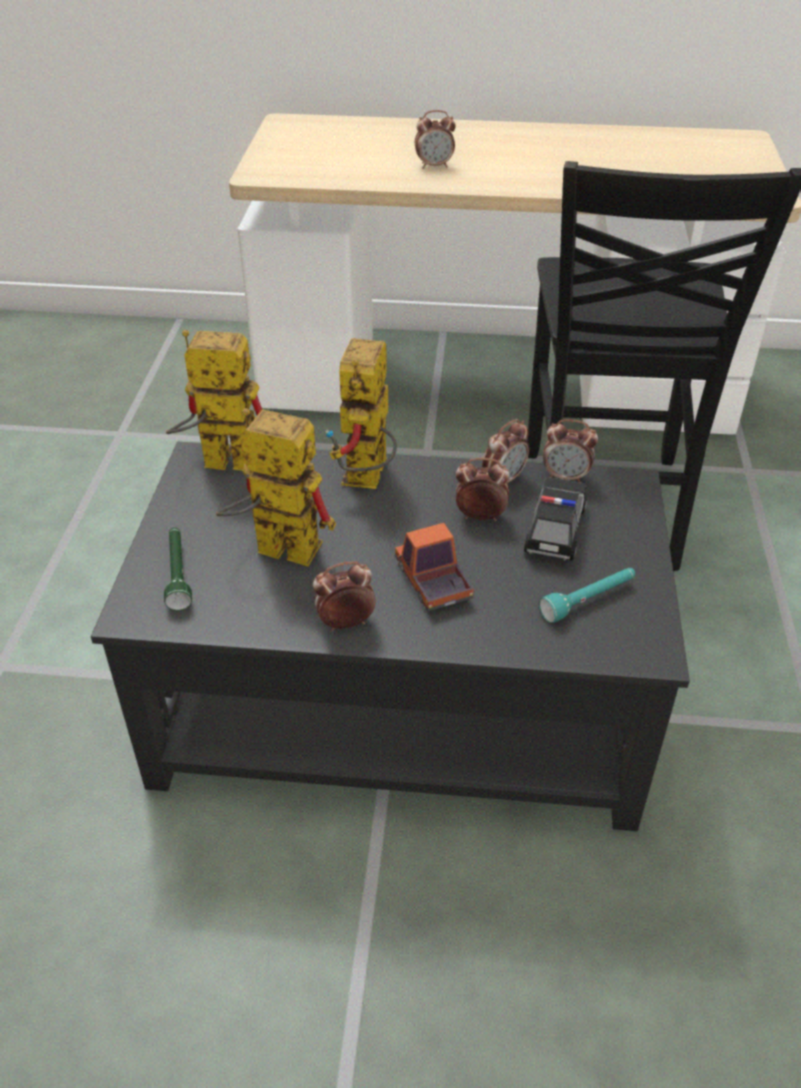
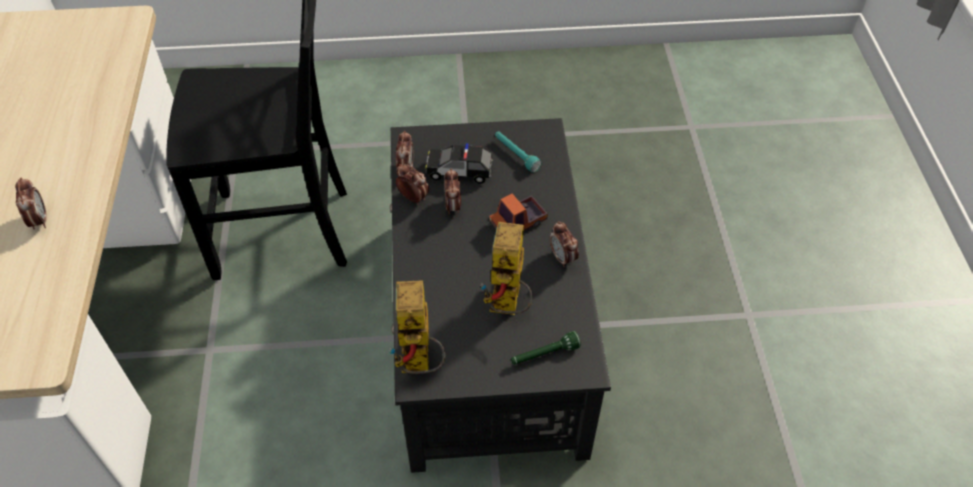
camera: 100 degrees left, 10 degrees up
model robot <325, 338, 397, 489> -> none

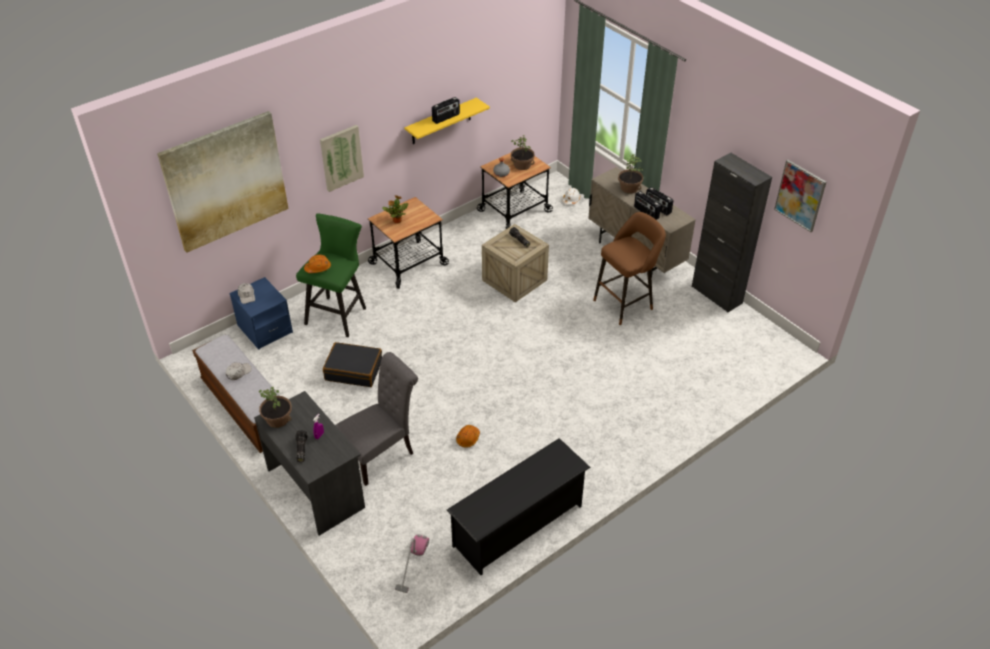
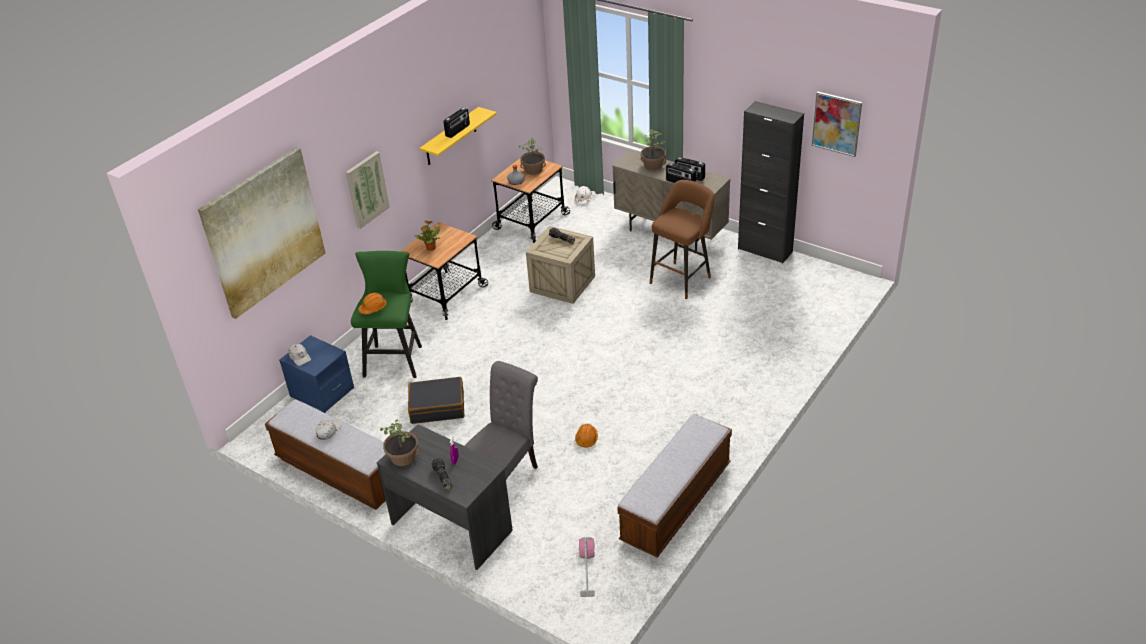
camera: 15 degrees left, 5 degrees down
shoe rack (blackish) <447, 438, 591, 575> -> indoor bench <617, 414, 732, 558>

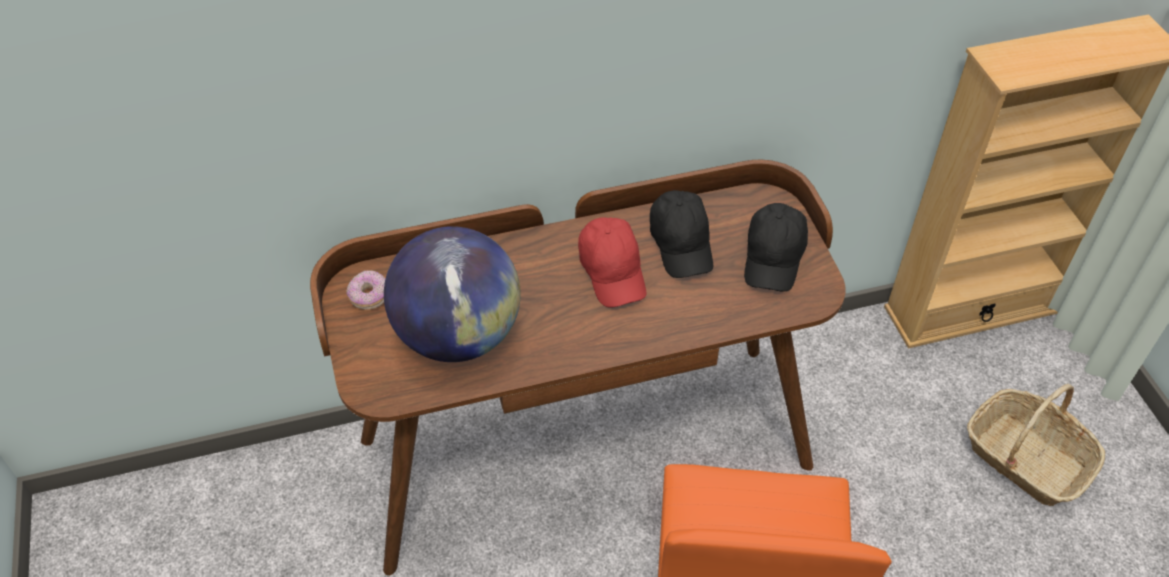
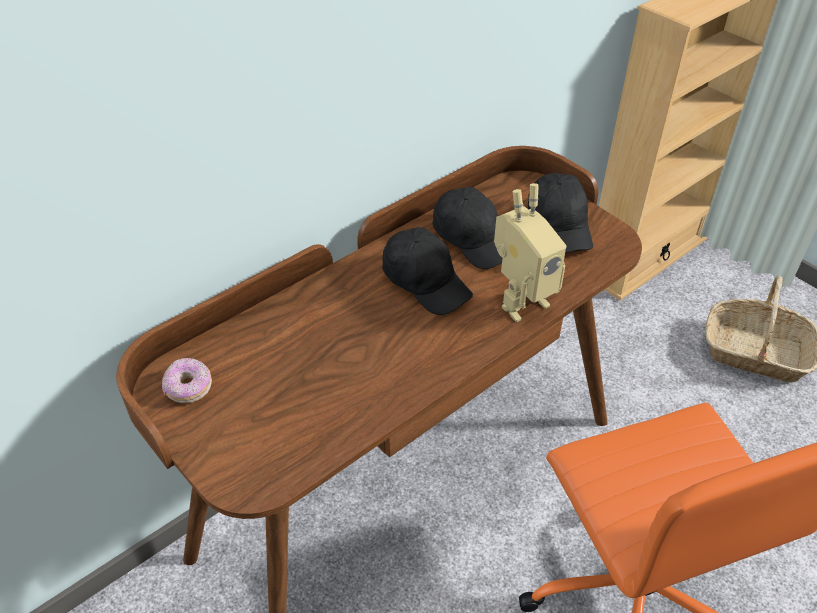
camera: 25 degrees left, 5 degrees down
world globe <384, 226, 521, 362> -> none
baseball cap (reddish) <578, 217, 646, 308> -> baseball cap (blackish) <382, 227, 473, 315>
none -> model robot <494, 183, 566, 322>

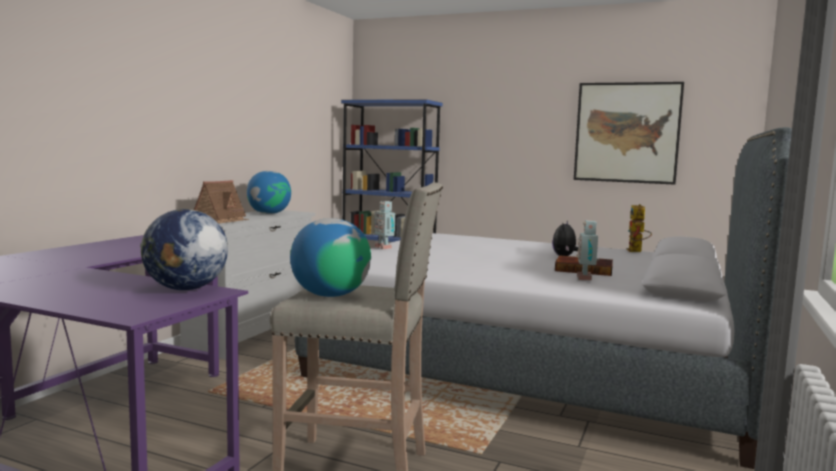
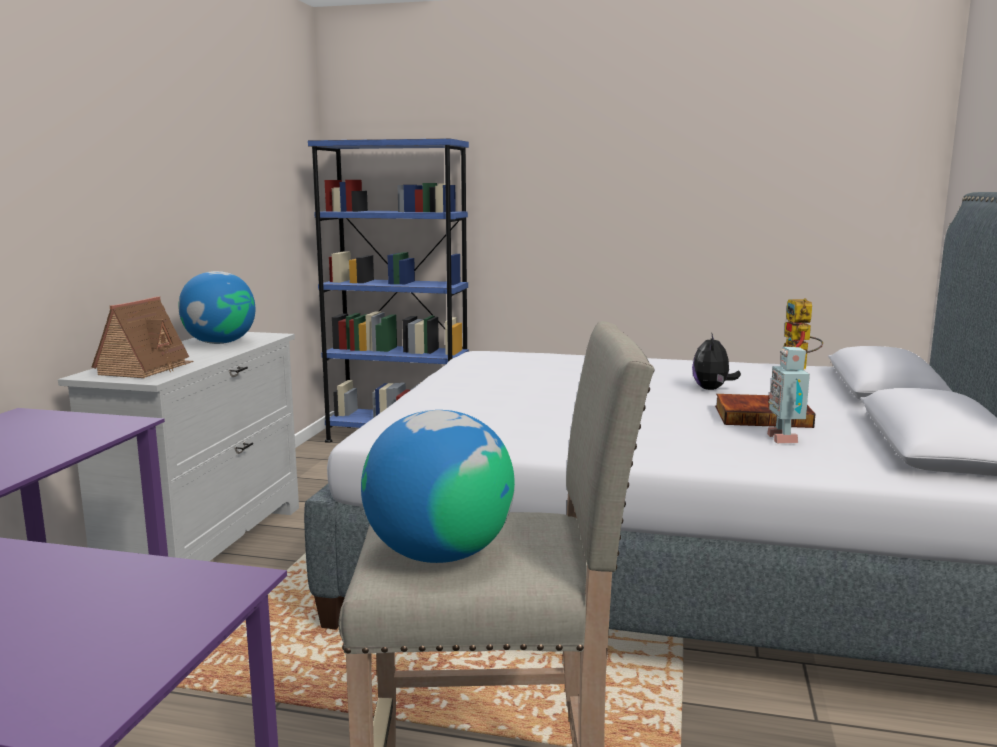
camera: 10 degrees left, 5 degrees up
world globe <140, 209, 228, 290> -> none
model robot <375, 201, 395, 249> -> none
wall picture <574, 82, 684, 185> -> none

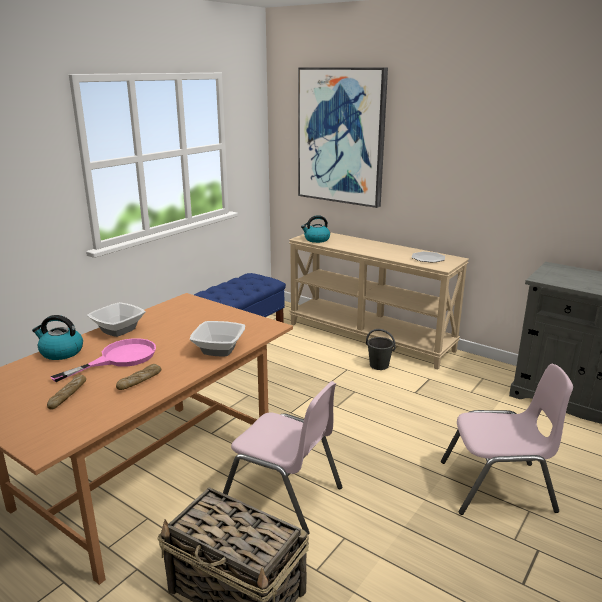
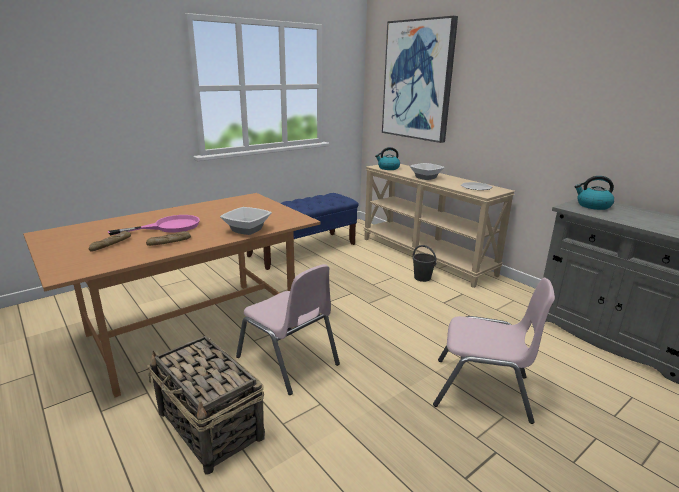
camera: 15 degrees right, 0 degrees up
tea kettle <32, 315, 83, 360> -> tea kettle <575, 176, 614, 210>, shifted
deep dish <87, 302, 146, 337> -> deep dish <410, 163, 445, 180>, shifted

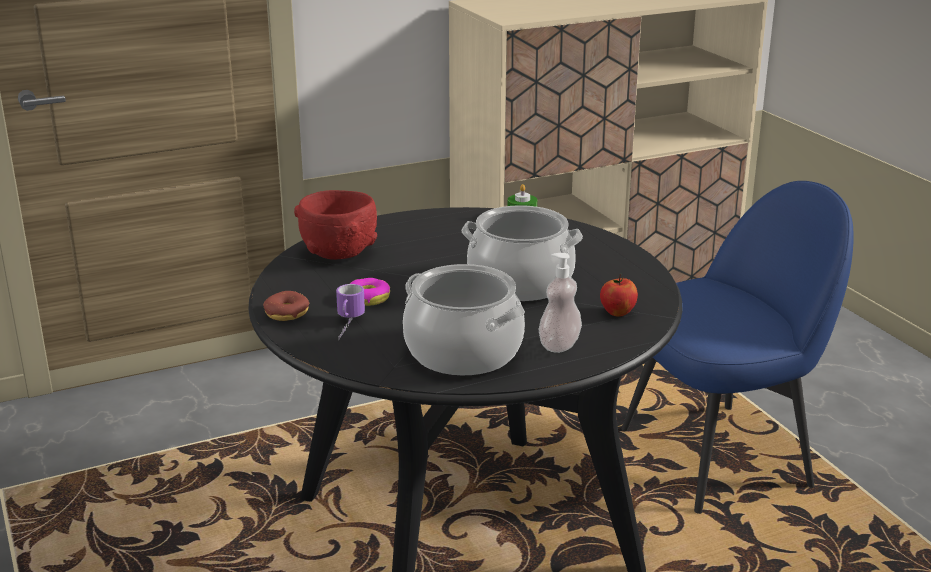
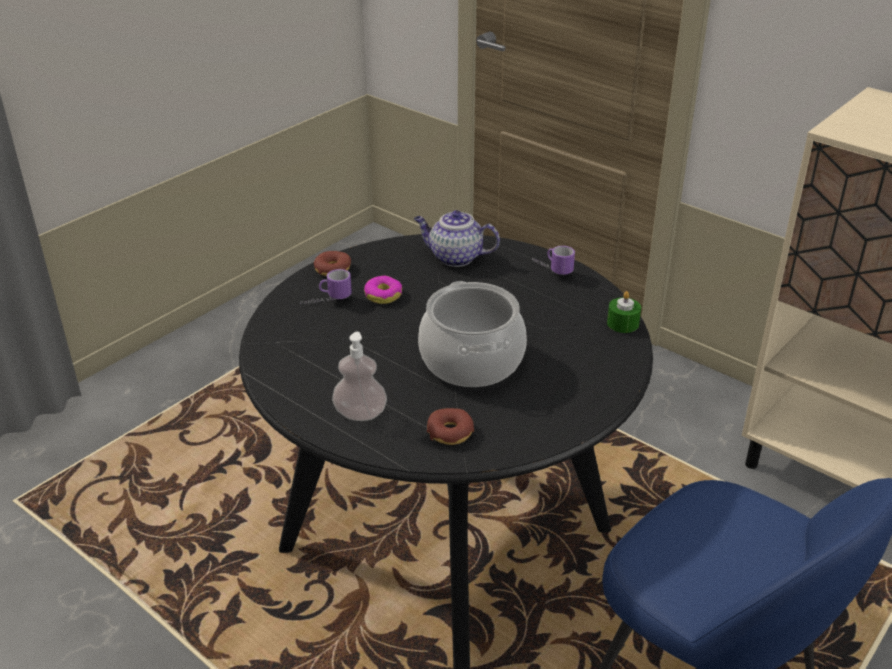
camera: 65 degrees right, 10 degrees up
deep dish (reddish) <294, 190, 377, 260> -> teapot <414, 210, 500, 267>
saucepot <403, 264, 525, 375> -> none
apple <600, 274, 638, 317> -> ring doughnut <427, 408, 474, 445>
none -> tea mug <532, 246, 575, 275>

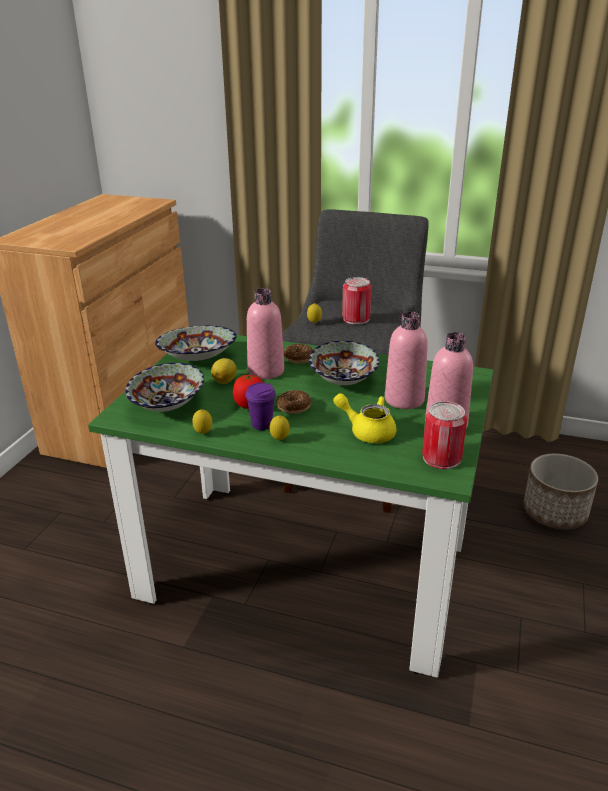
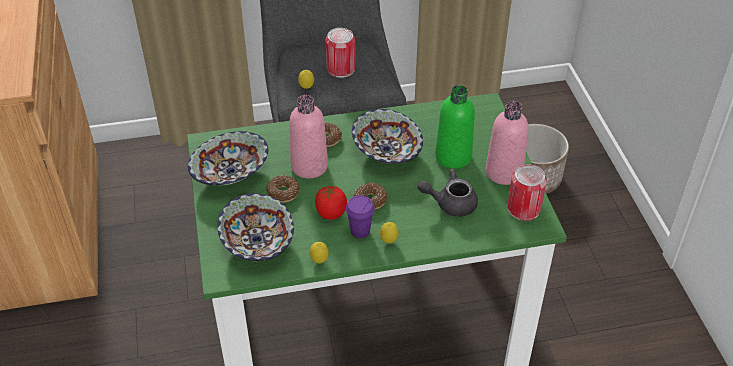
camera: 30 degrees left, 15 degrees up
lemon <211, 358, 237, 384> -> ring doughnut <266, 175, 300, 203>
teapot (yellow) <333, 393, 396, 443> -> teapot (gray) <417, 169, 478, 217>
bottle (pink-coloured) <385, 311, 428, 409> -> bottle (green) <435, 85, 475, 168>

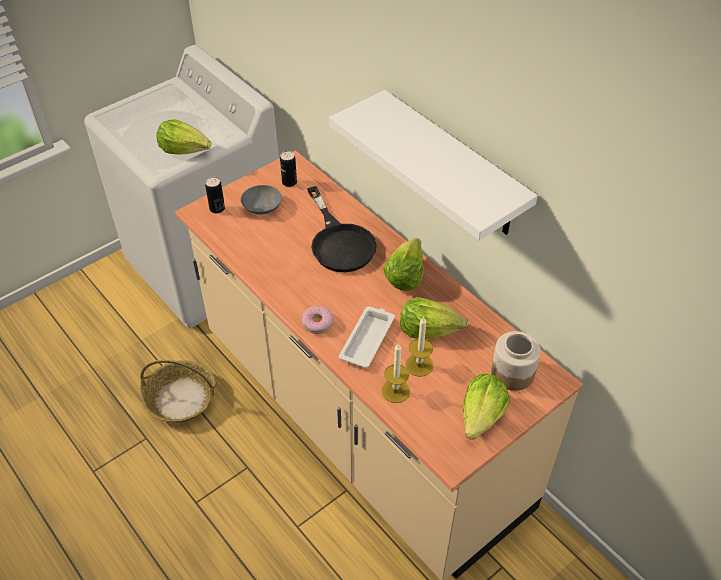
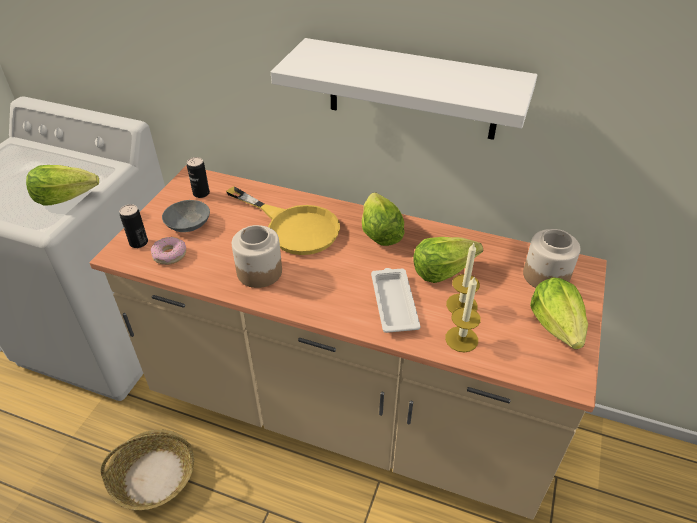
camera: 30 degrees left, 5 degrees down
ring doughnut <302, 306, 334, 334> -> ring doughnut <151, 237, 186, 265>, shifted
skillet (blackish) <307, 186, 377, 272> -> skillet (yellow) <226, 186, 340, 255>
none -> jar <232, 225, 282, 288>

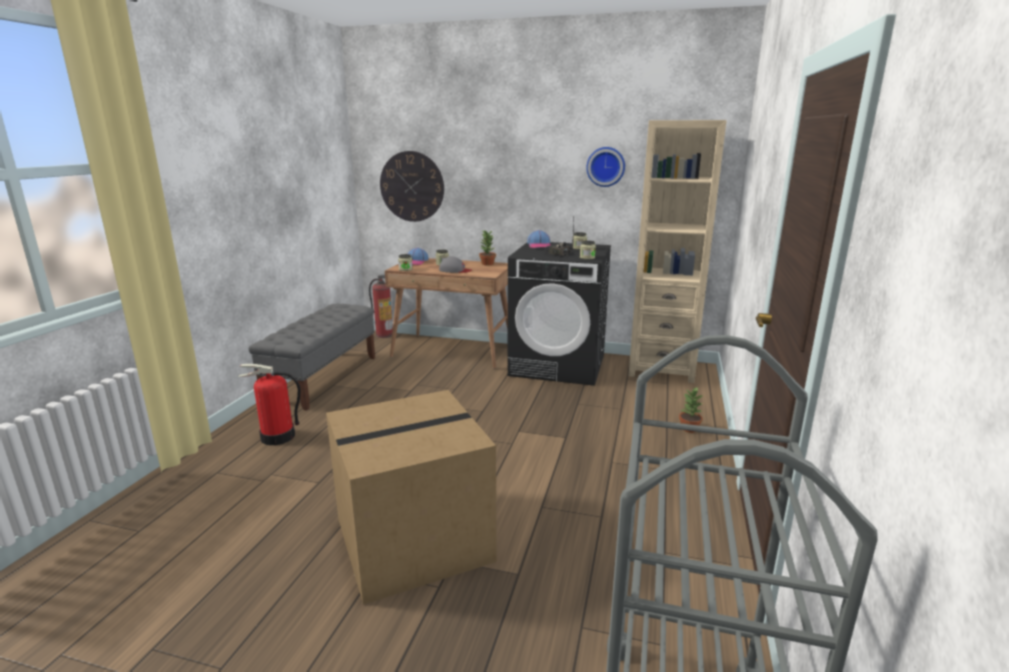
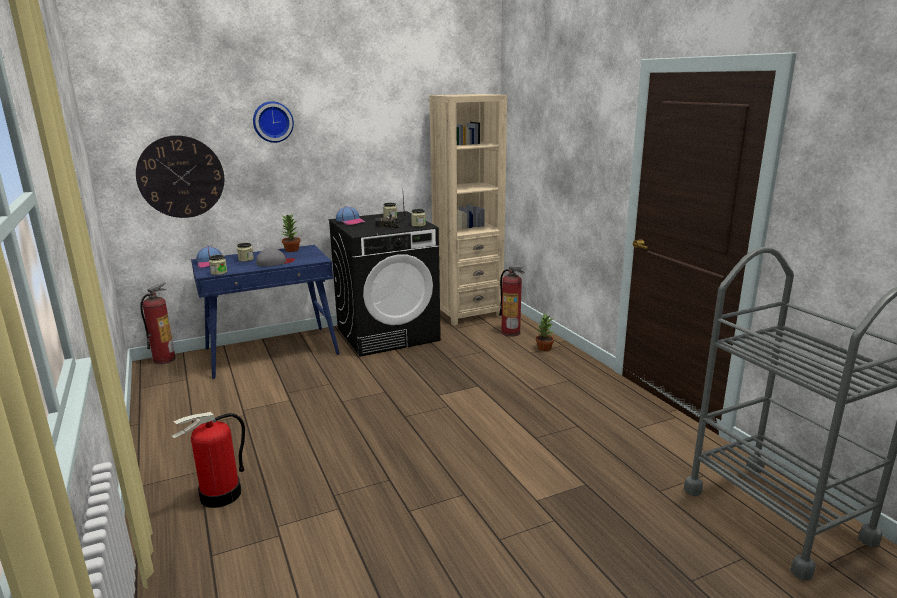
camera: 40 degrees left, 0 degrees up
indoor bench (gray) <249, 304, 375, 411> -> none
packing box <326, 390, 497, 605> -> none
desk (brown-coloured) <385, 258, 508, 369> -> desk (blue) <191, 245, 339, 379>
wall clock <586, 147, 625, 187> -> wall clock <253, 101, 294, 143>, shifted
none -> extinguisher <499, 266, 525, 337>

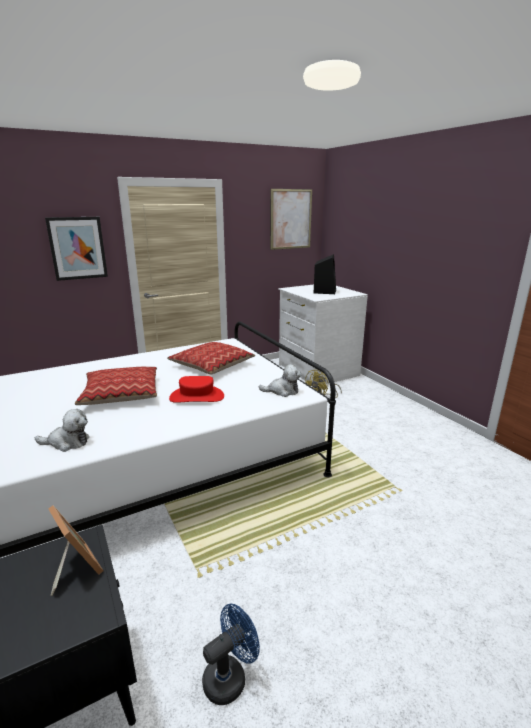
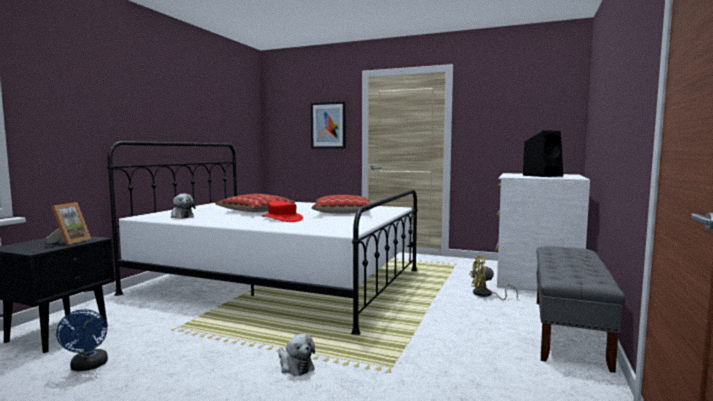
camera: 50 degrees right, 15 degrees down
cooling fan (blue) <202, 604, 260, 705> -> cooling fan (blue) <56, 309, 108, 371>, 60 degrees clockwise
plush toy <258, 364, 301, 397> -> plush toy <278, 334, 315, 376>, shifted
wall picture <270, 189, 312, 250> -> none
none -> indoor bench (gray) <536, 246, 625, 373>

